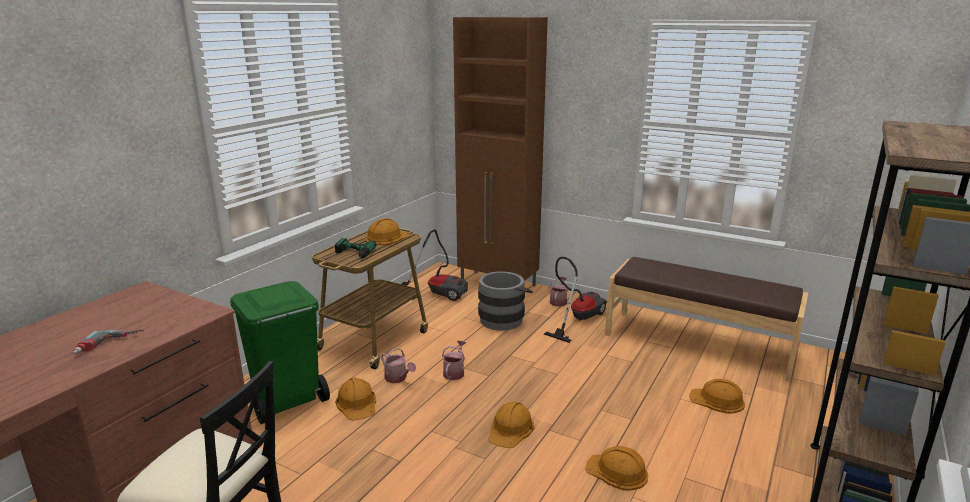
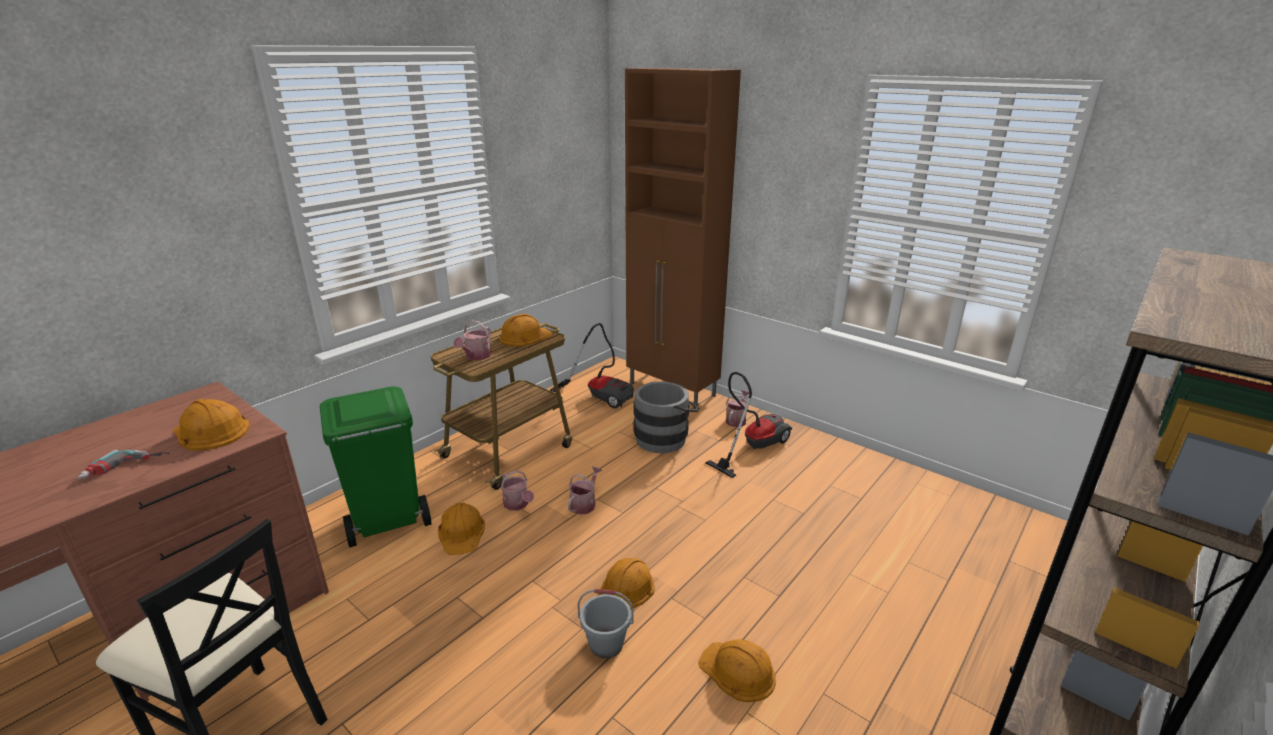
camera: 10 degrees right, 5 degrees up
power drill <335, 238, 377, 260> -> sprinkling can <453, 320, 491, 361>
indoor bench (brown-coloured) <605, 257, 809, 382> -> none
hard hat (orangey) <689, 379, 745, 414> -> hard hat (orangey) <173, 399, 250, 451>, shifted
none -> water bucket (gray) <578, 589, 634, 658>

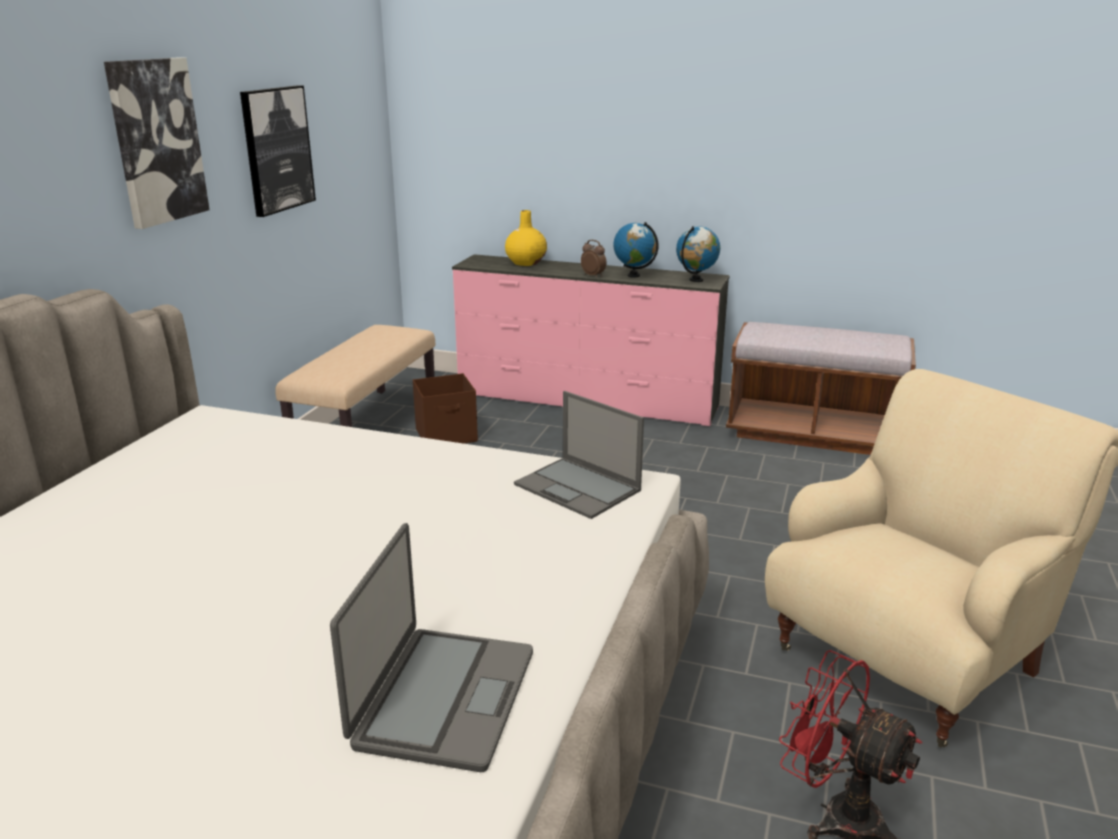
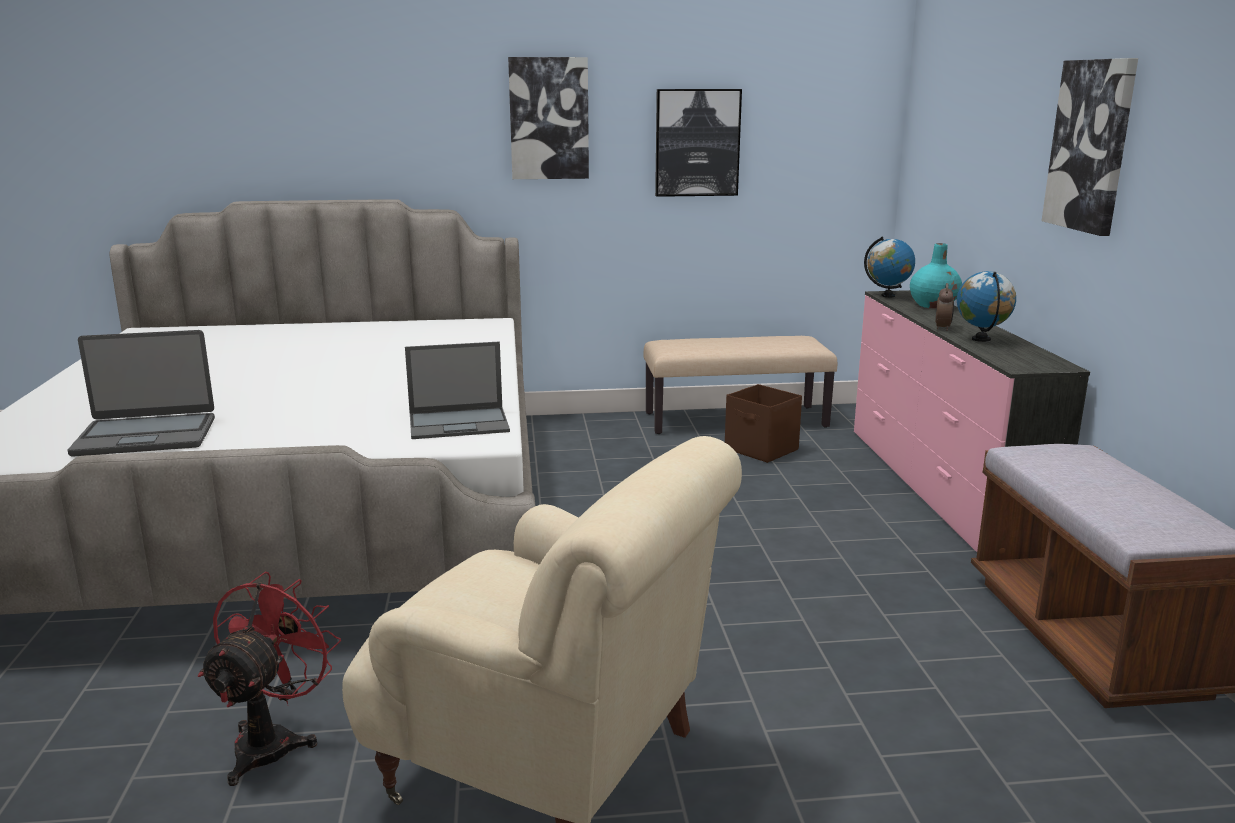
camera: 65 degrees right, 5 degrees down
decorative vase (yellow) <505, 210, 547, 266> -> decorative vase (turquoise) <910, 243, 962, 309>
portable computer <514, 391, 644, 519> -> portable computer <405, 341, 510, 439>, 120 degrees counterclockwise
world globe <676, 226, 720, 282> -> world globe <864, 236, 915, 298>, shifted
none -> wall picture <1042, 58, 1138, 236>

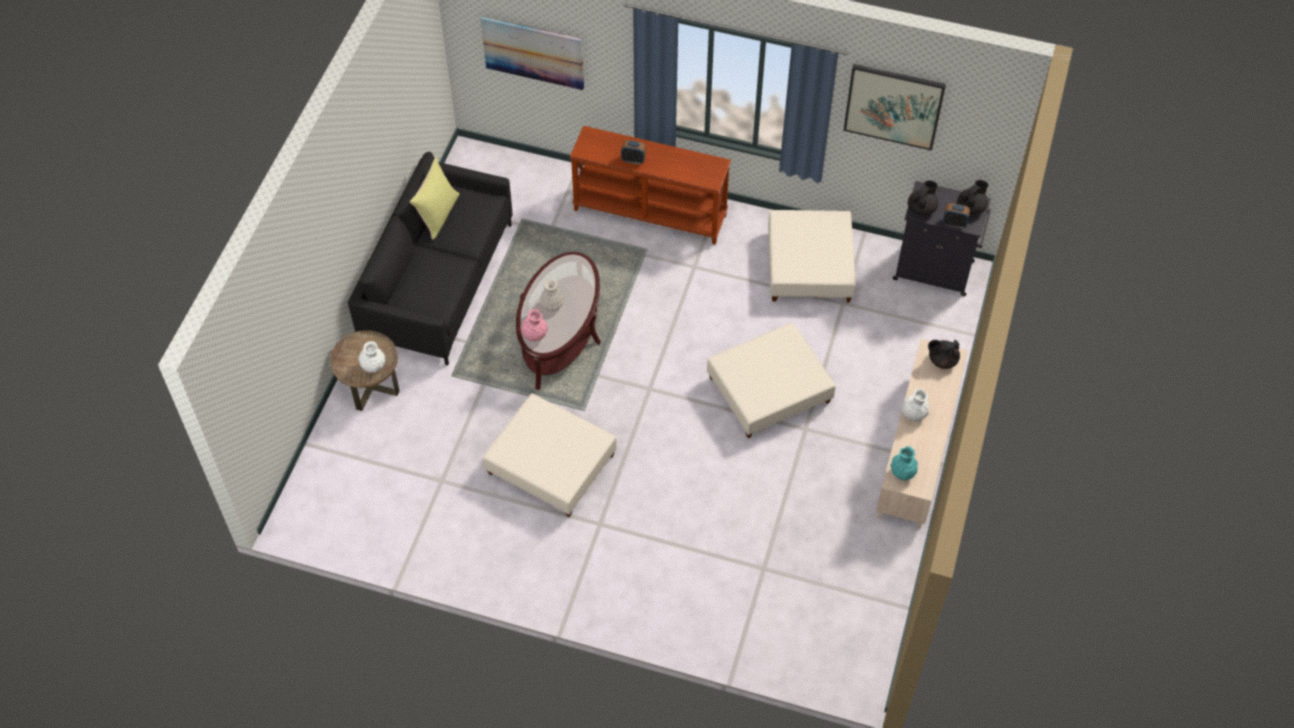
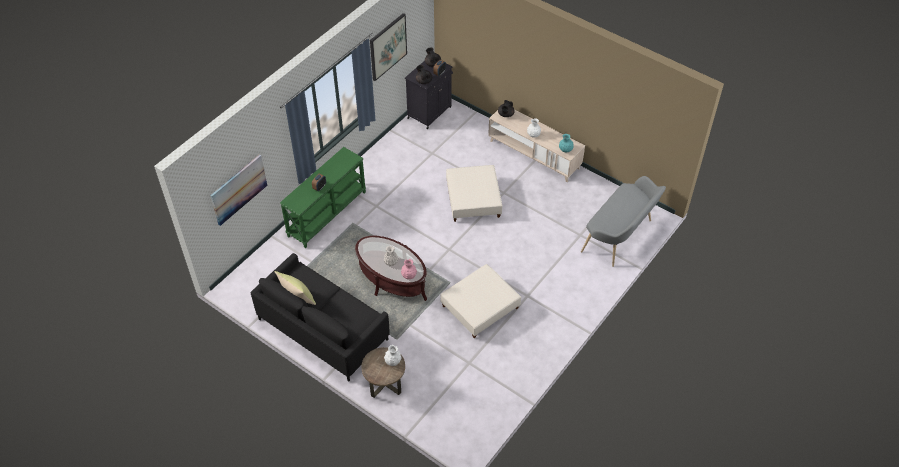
camera: 70 degrees left, 5 degrees down
console table (brown-coloured) <570, 126, 731, 245> -> console table (green) <280, 147, 366, 248>
pouffe (beige-coloured) <768, 210, 856, 303> -> none
none -> indoor bench (gray) <581, 176, 666, 267>

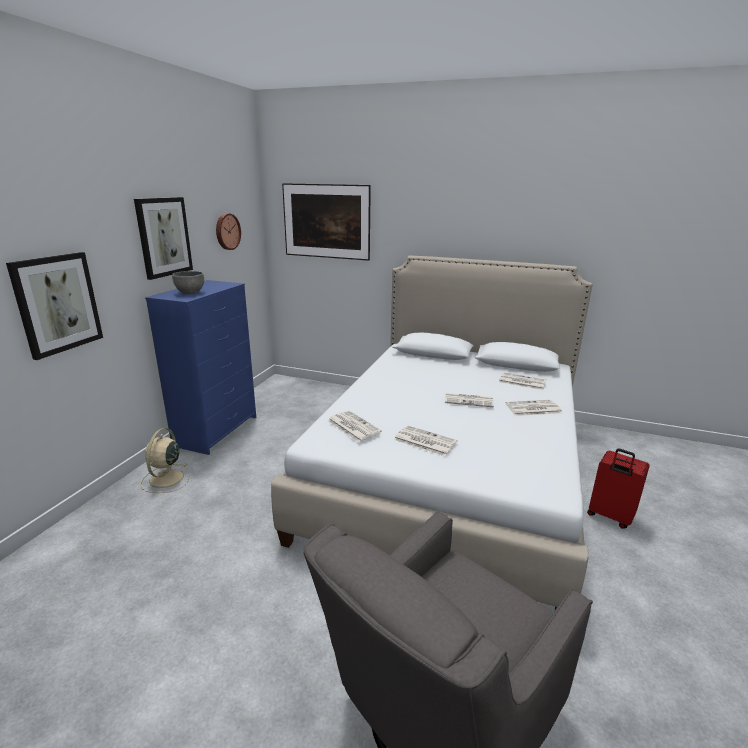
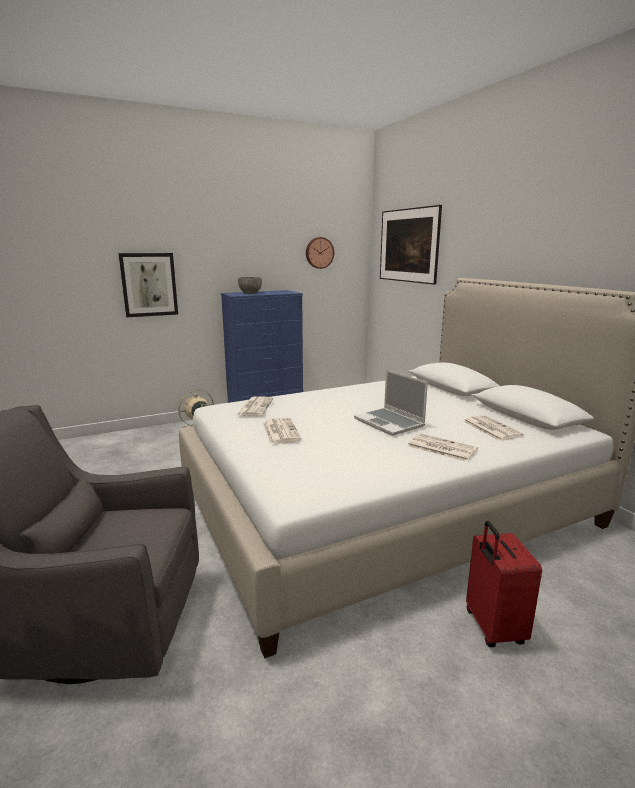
camera: 45 degrees right, 5 degrees down
wall picture <134, 197, 193, 280> -> none
daily paper <445, 393, 494, 407> -> portable computer <354, 370, 428, 436>

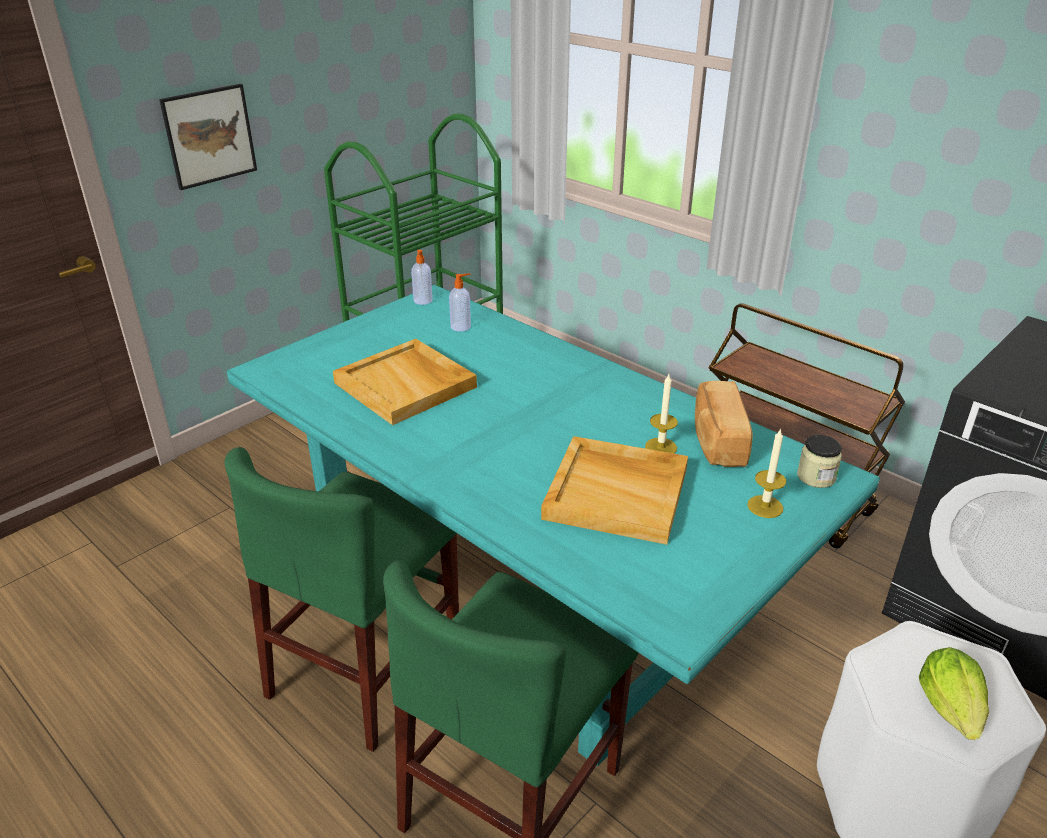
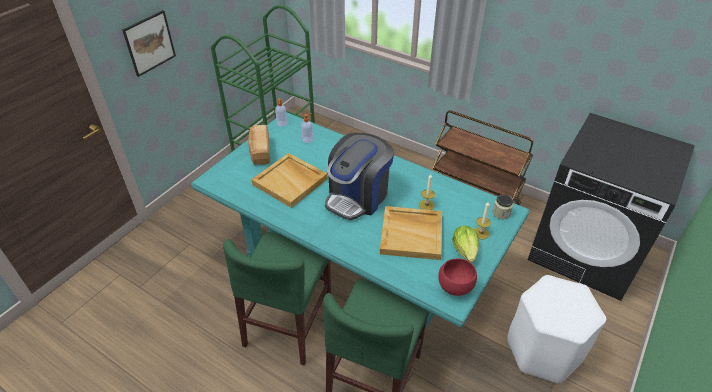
camera: 10 degrees left, 10 degrees up
baked bread <695, 381, 753, 467> -> baked bread <248, 125, 270, 165>, shifted
lettuce <919, 647, 989, 740> -> lettuce <452, 225, 479, 263>, shifted
none -> coffee brewer <325, 133, 394, 220>
none -> deep dish (reddish) <438, 259, 477, 296>

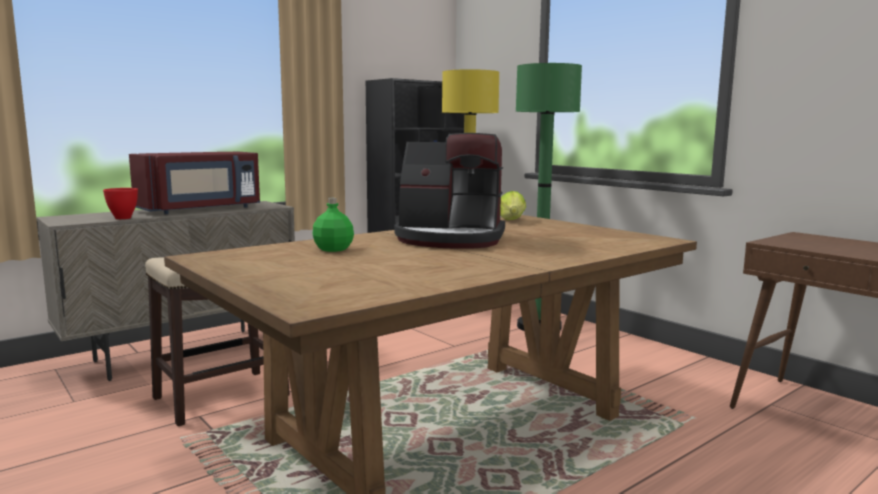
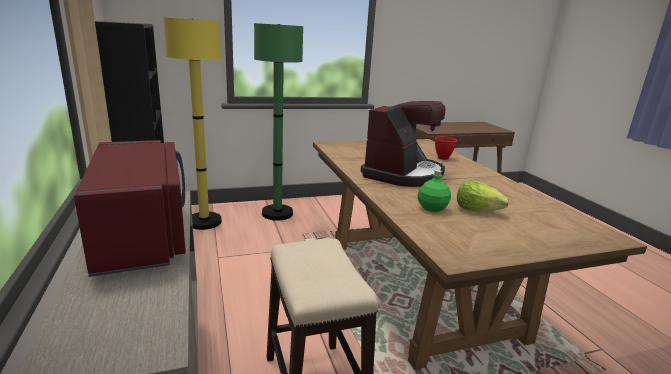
camera: 70 degrees left, 10 degrees up
deep dish (reddish) <103, 188, 138, 219> -> deep dish (reddish) <435, 136, 457, 160>, shifted
lettuce <500, 191, 526, 220> -> lettuce <457, 181, 509, 212>, shifted

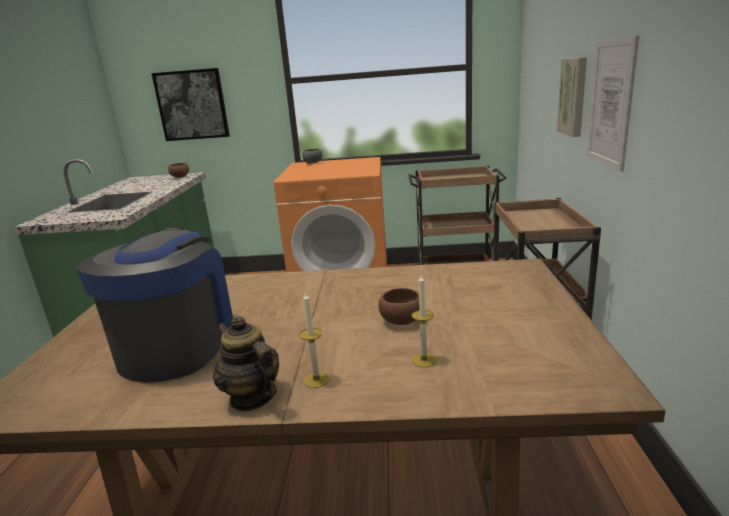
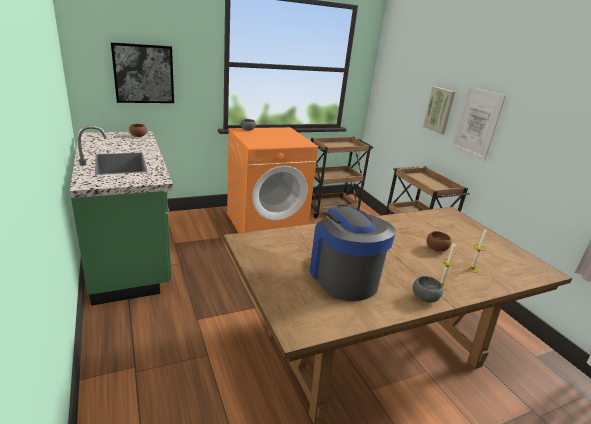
camera: 30 degrees left, 5 degrees up
teapot <213, 316, 279, 411> -> deep dish (gray) <412, 276, 443, 303>

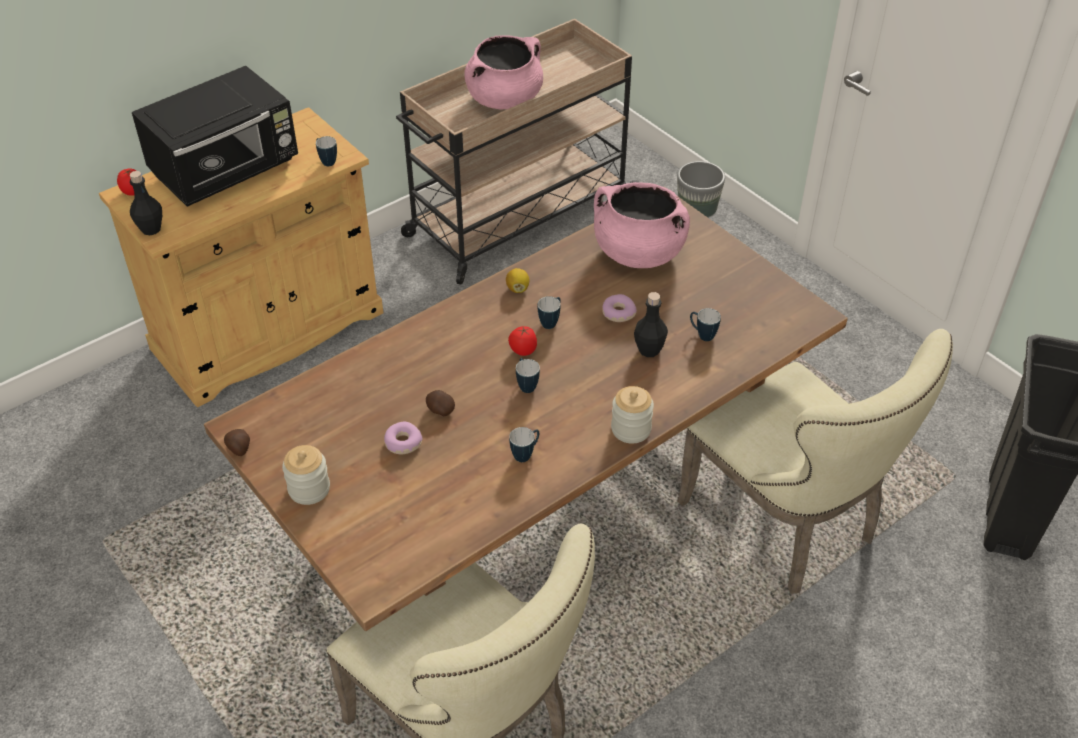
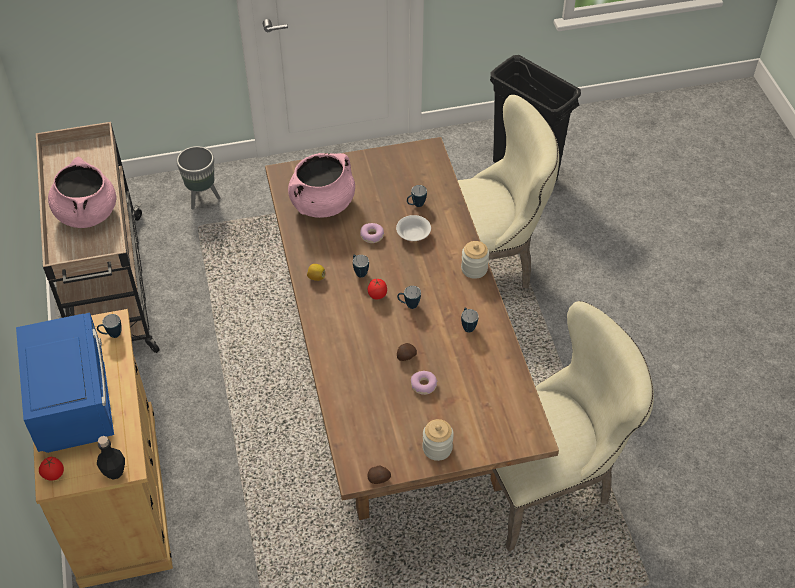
camera: 65 degrees left, 5 degrees up
kitchen microwave (blackish) <132, 66, 298, 207> -> kitchen microwave (blue) <16, 313, 114, 453>
bottle (blackish) <634, 292, 668, 357> -> deep dish (whitish) <396, 215, 431, 241>

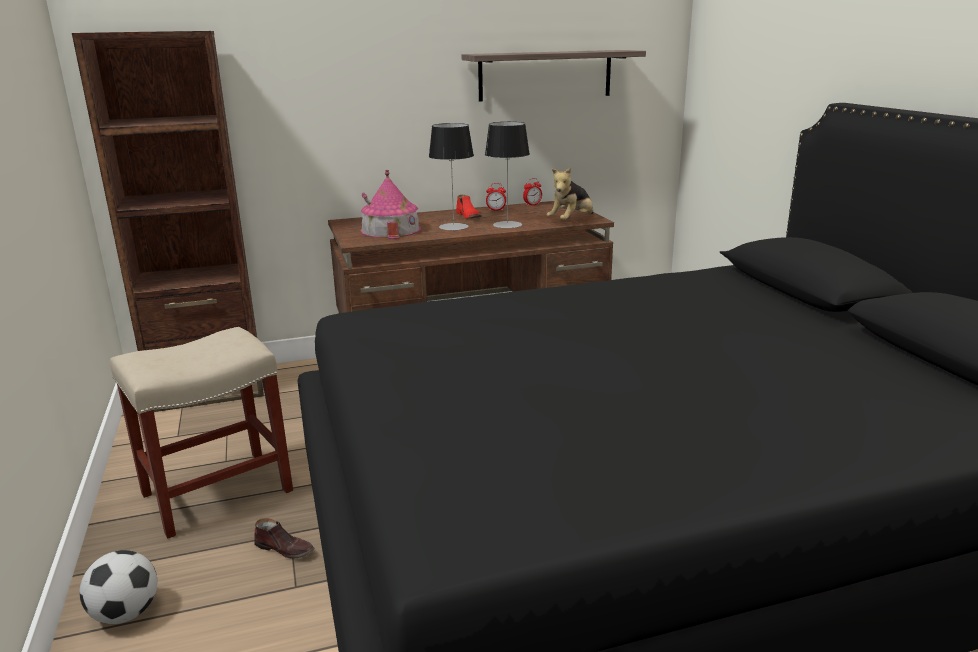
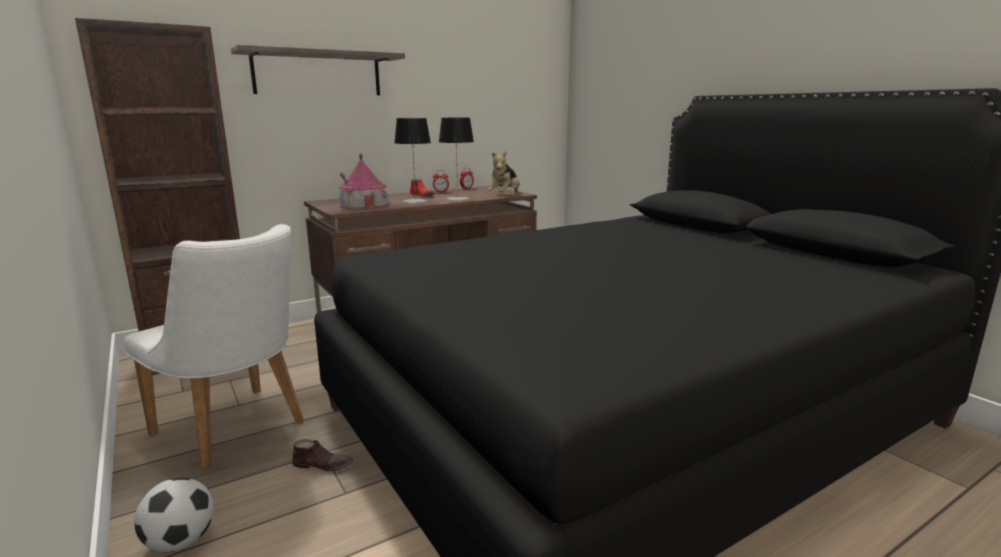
camera: 15 degrees left, 5 degrees down
stool (beige-coloured) <110, 327, 293, 539> -> plain chair (whitish) <124, 224, 304, 469>
bracket shelf <462, 50, 646, 102> -> bracket shelf <231, 45, 405, 95>, shifted

